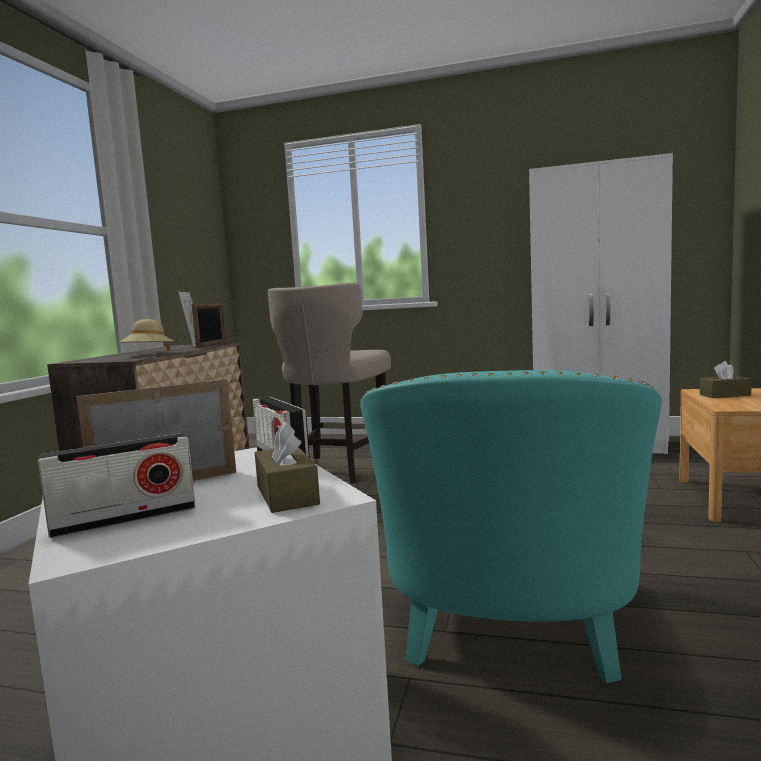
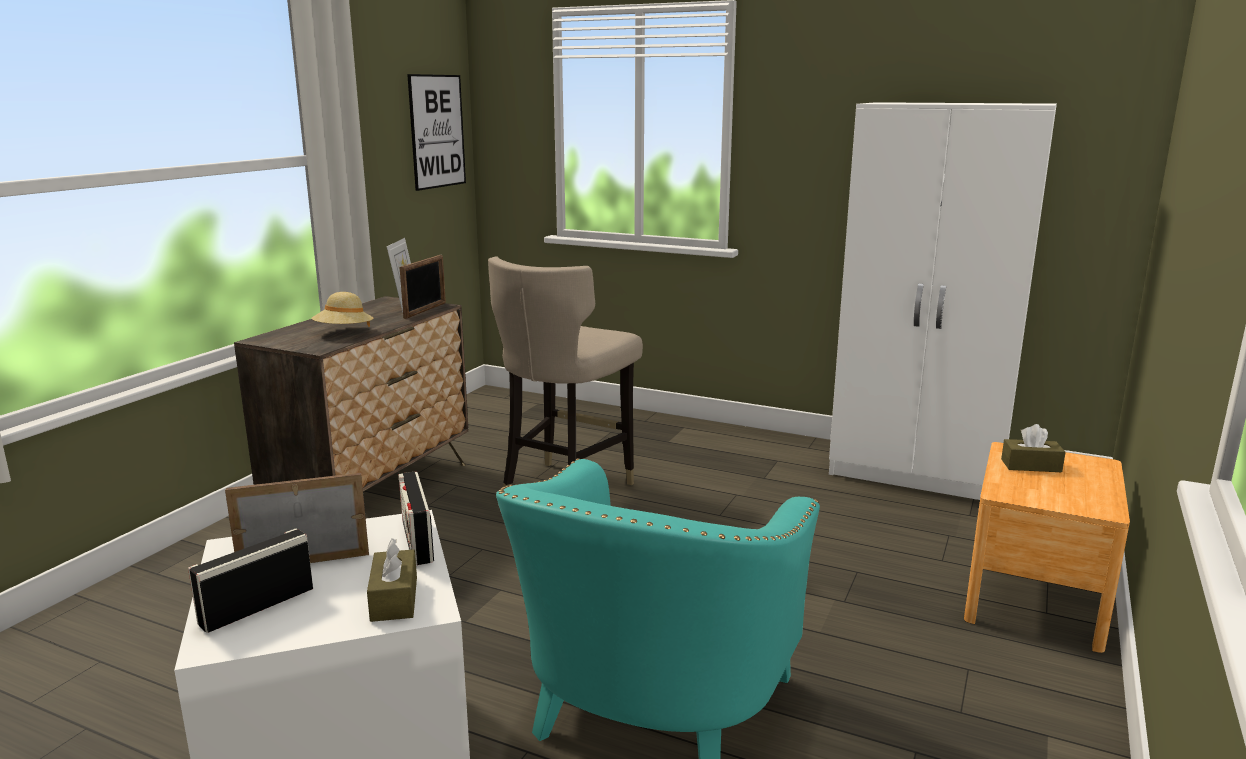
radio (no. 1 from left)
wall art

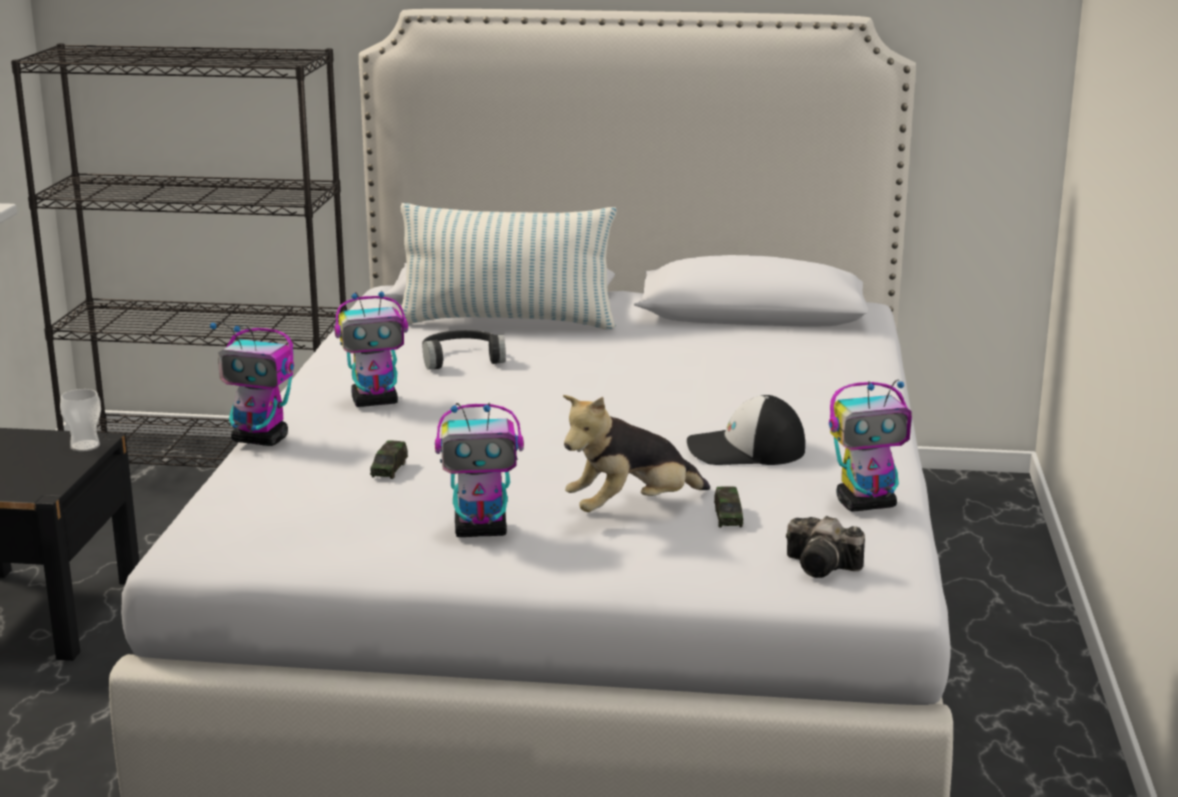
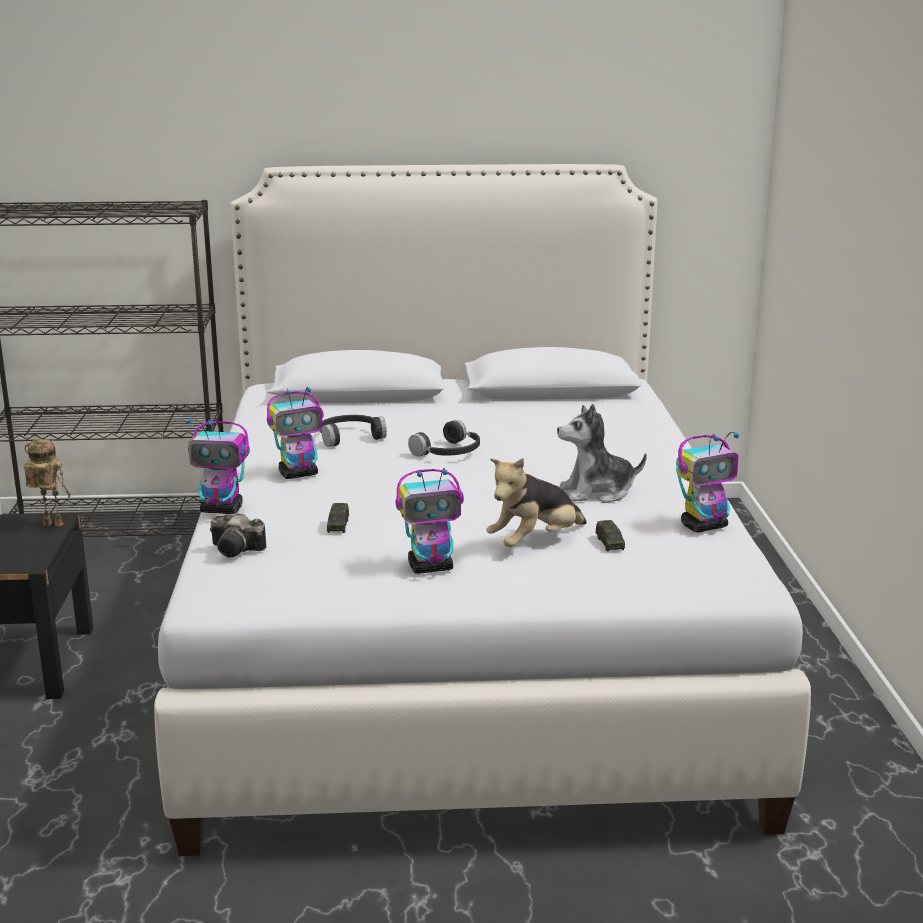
robot figure (no. 1 from left)
cushion
plush toy (no. 2 from left)
still camera
black-coloured headphones (no. 2 from left)

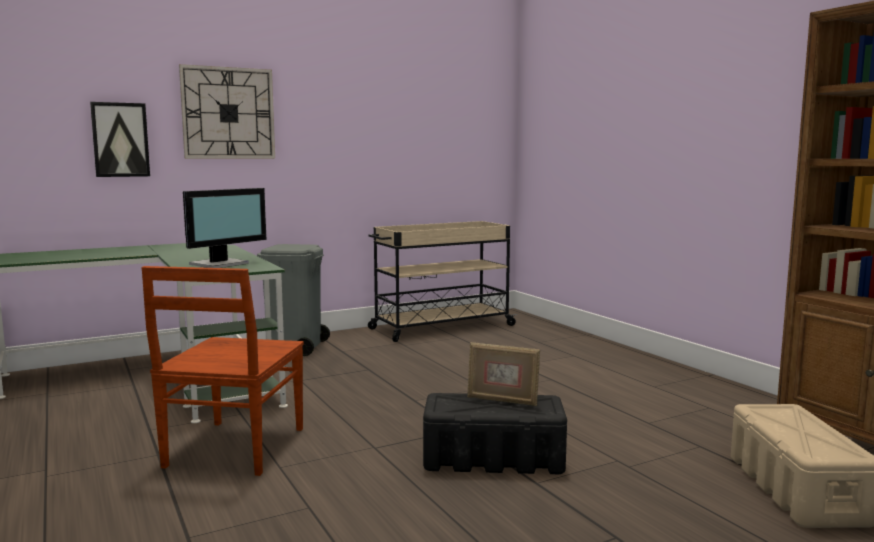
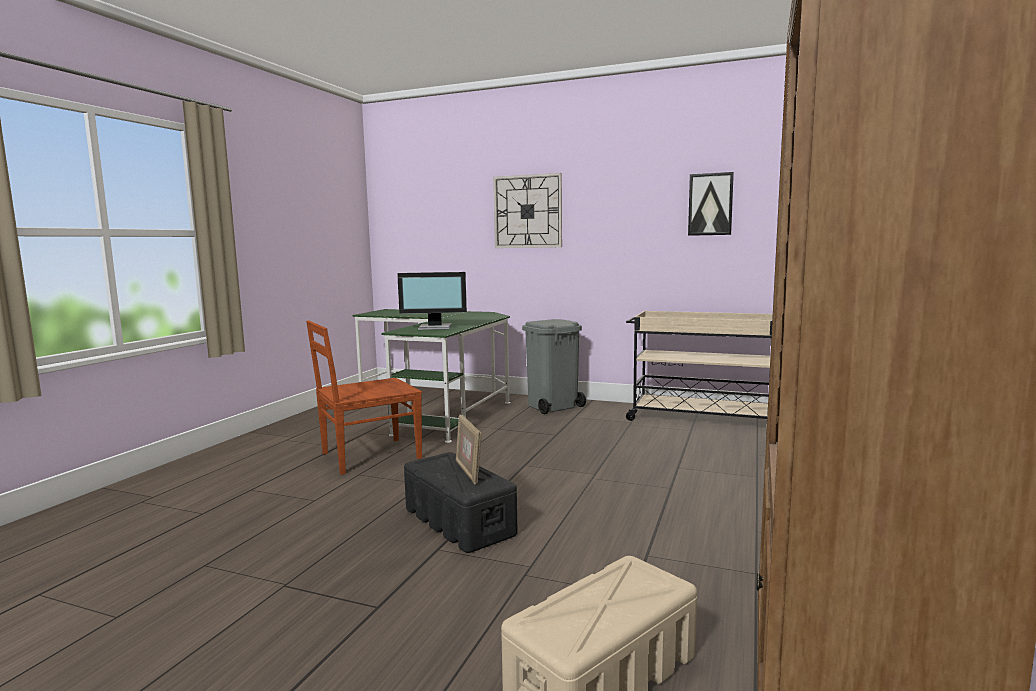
wall art

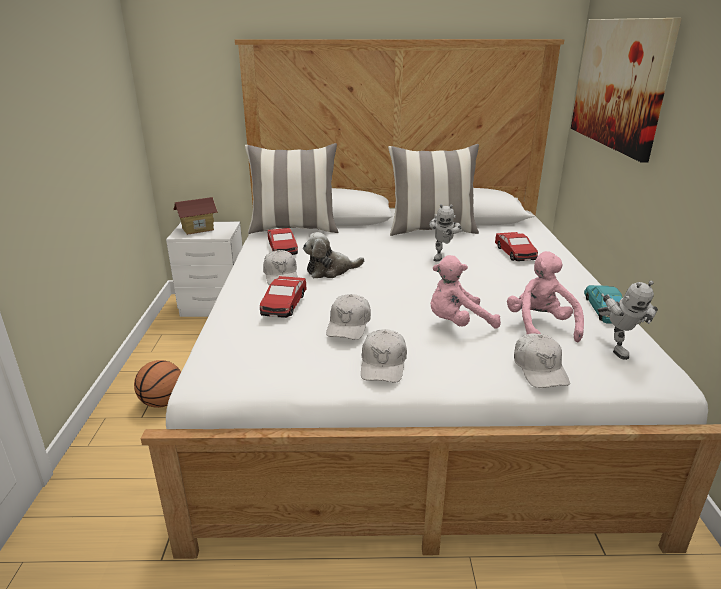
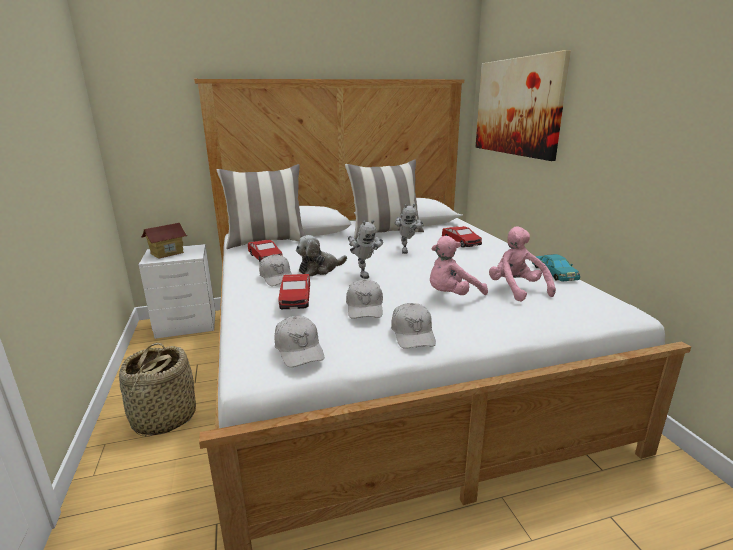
storage basket
whitish cap (no. 2 from left)
robot figure (no. 1 from left)

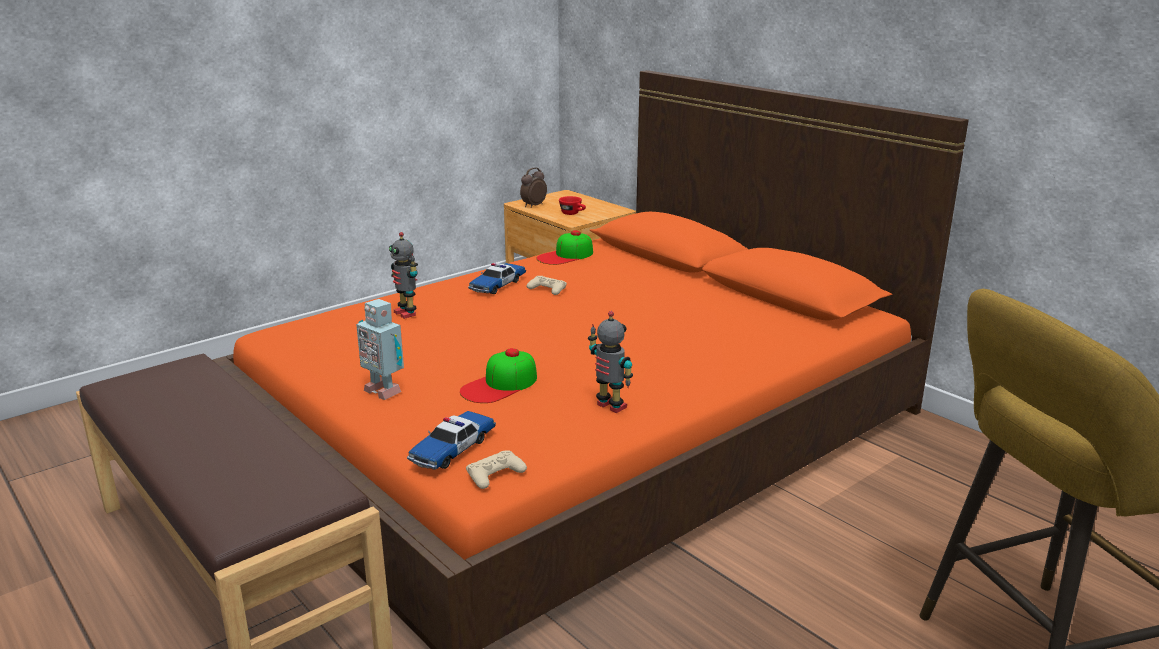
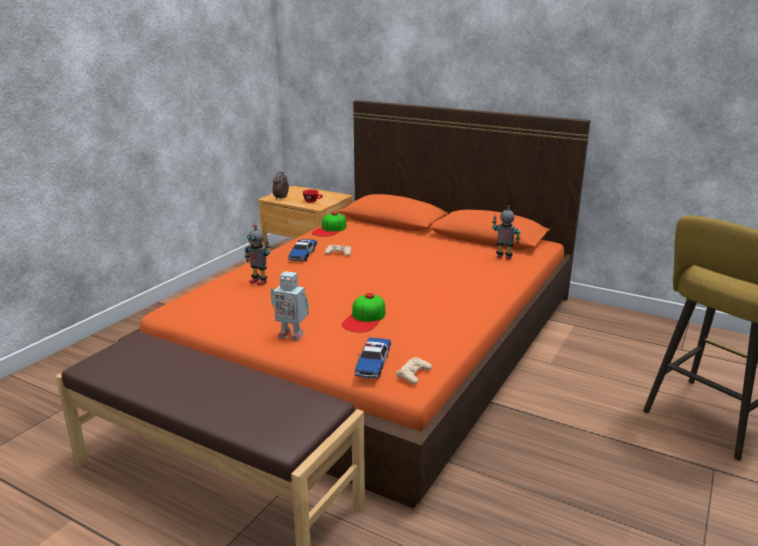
robot figure (no. 3 from left)

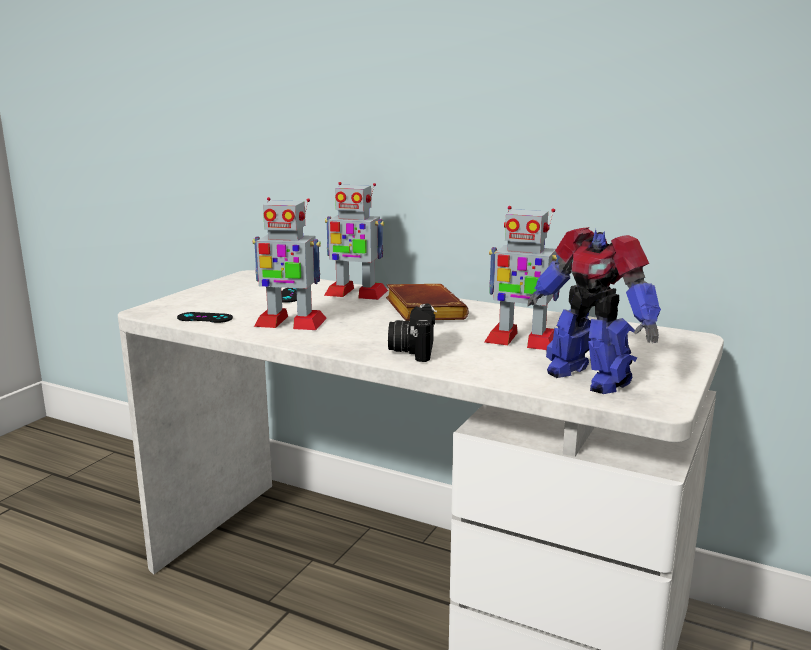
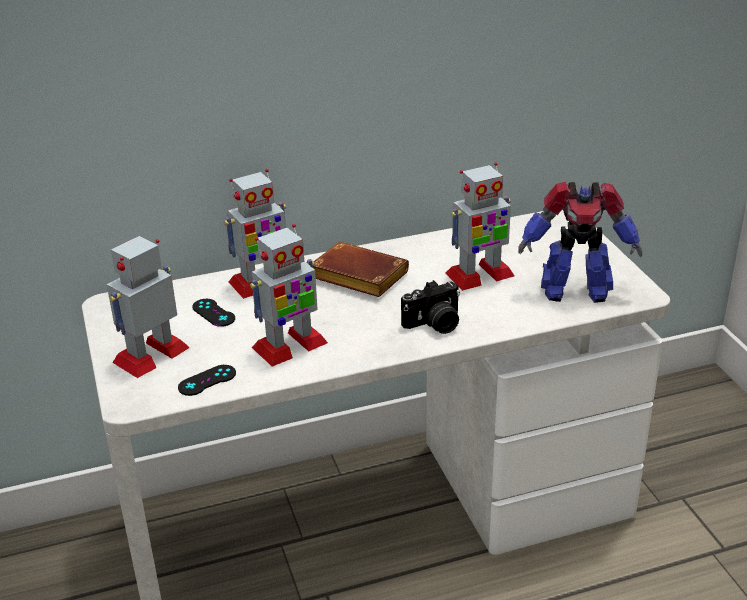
still camera
robot figure (no. 1 from left)

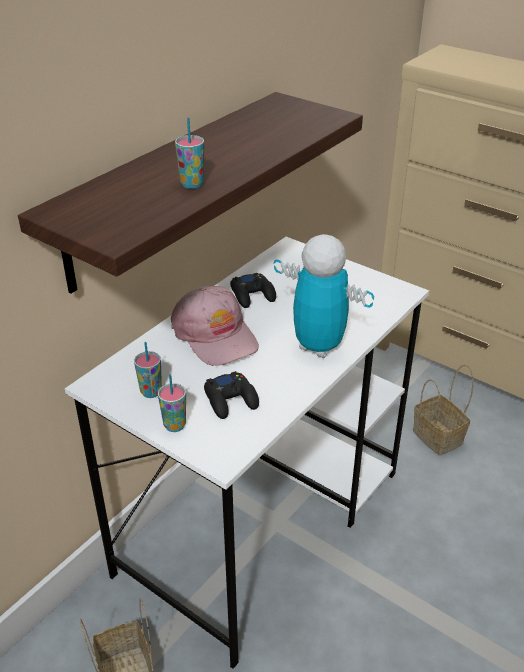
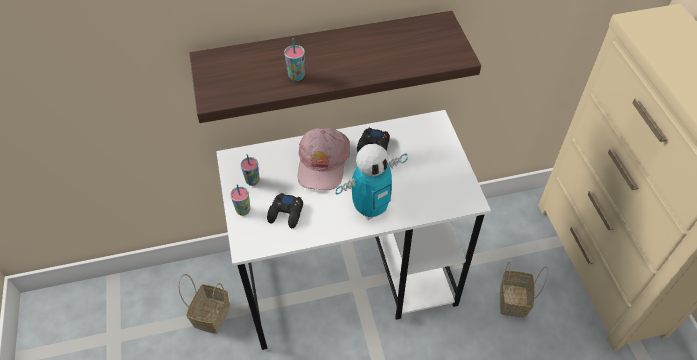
robot figure

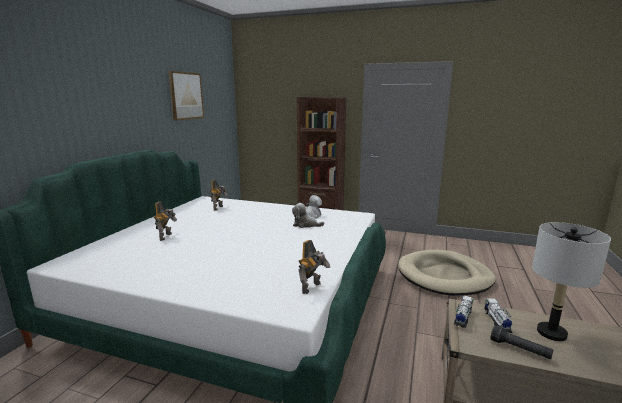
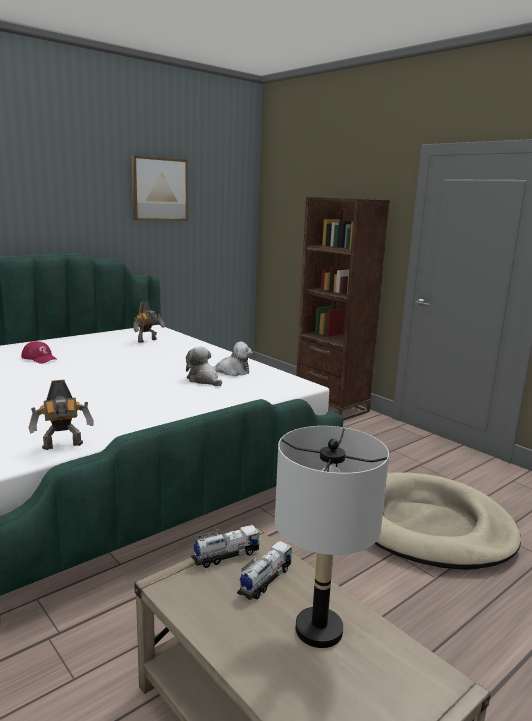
red-coloured cap
black-coloured hand torch

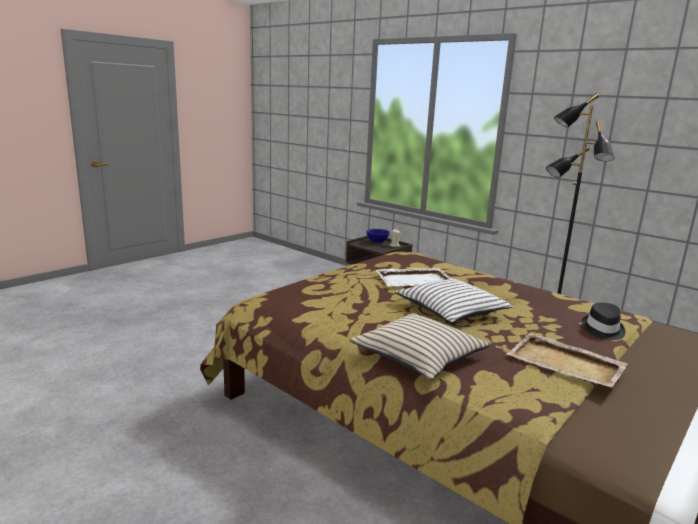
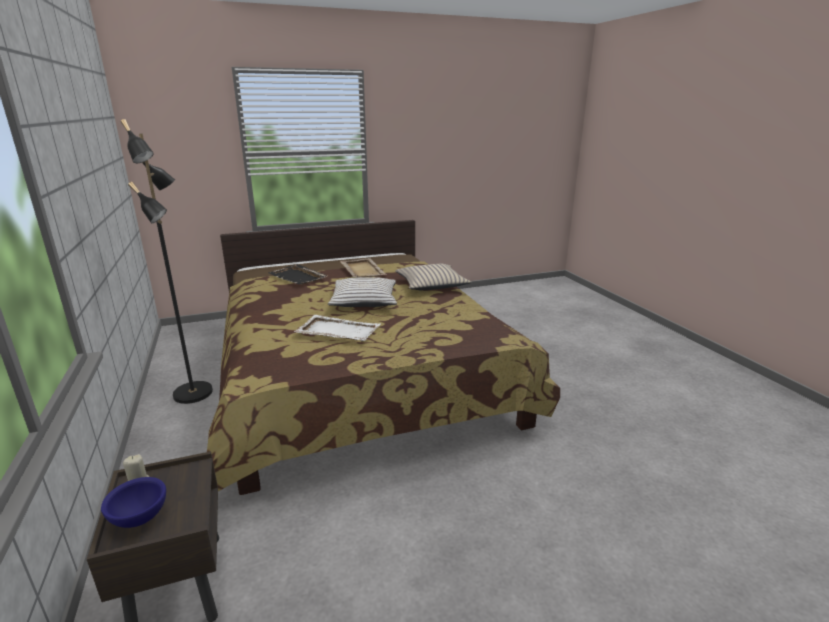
black-coloured carrying tray

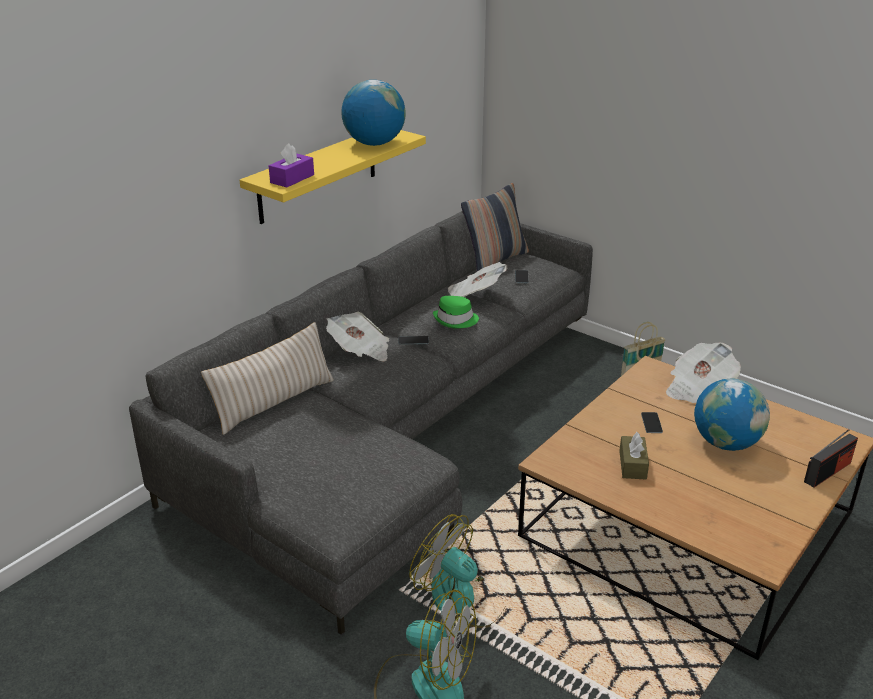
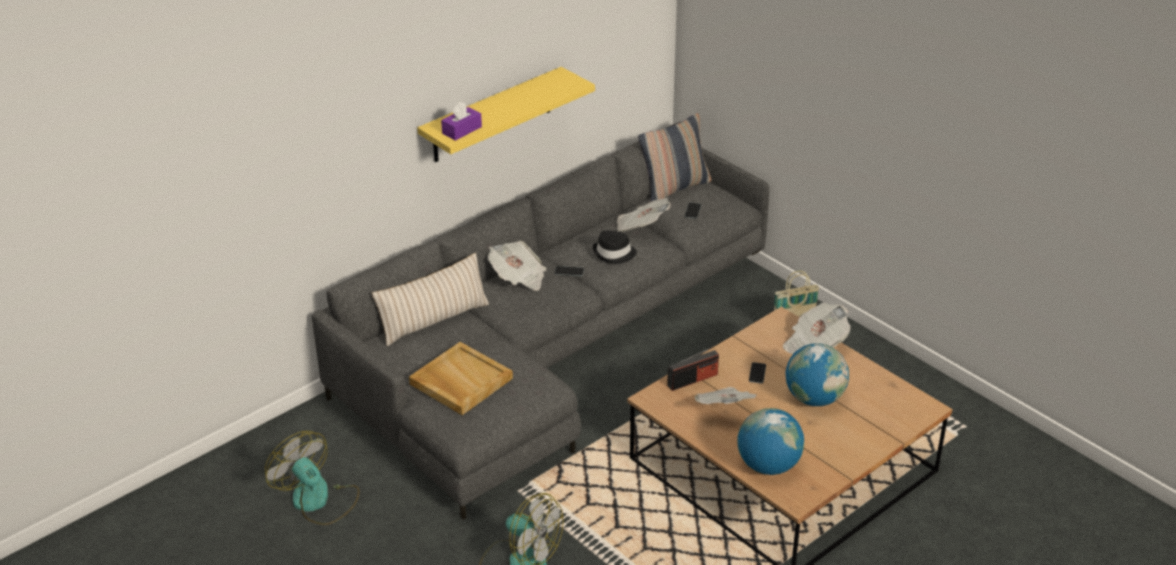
desk globe (no. 1 from left)
fan (no. 1 from left)
black-coloured hat
newspaper (no. 3 from left)
radio
sand-coloured carrying tray

